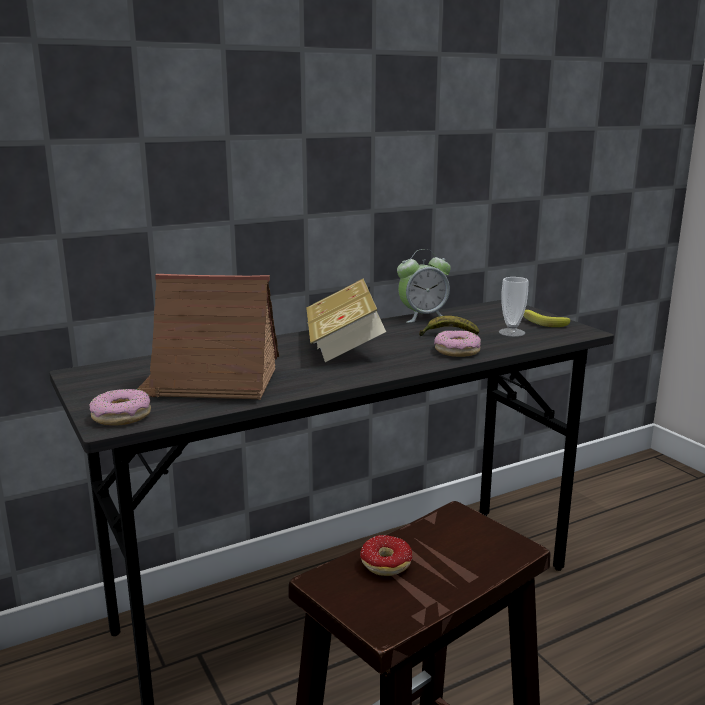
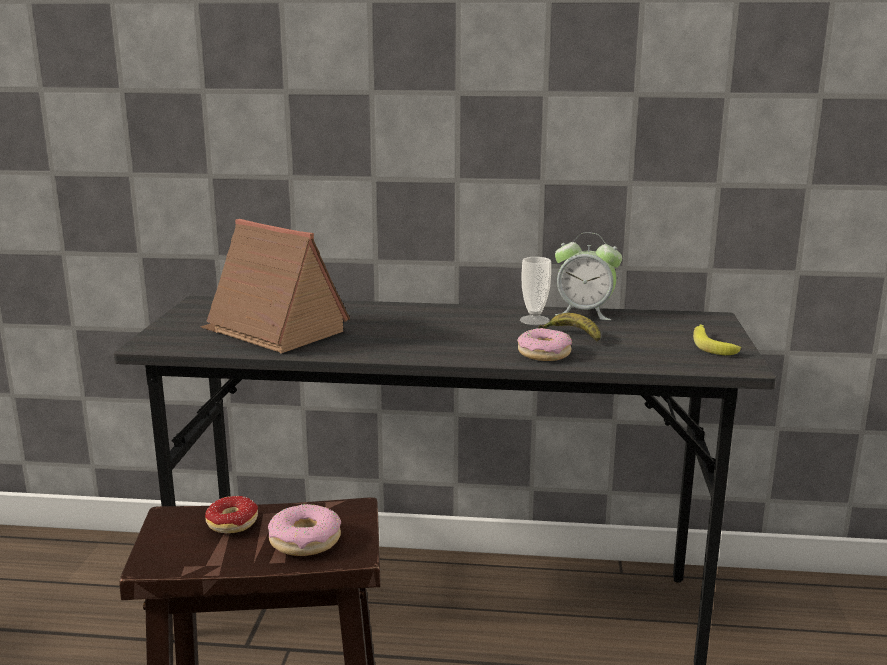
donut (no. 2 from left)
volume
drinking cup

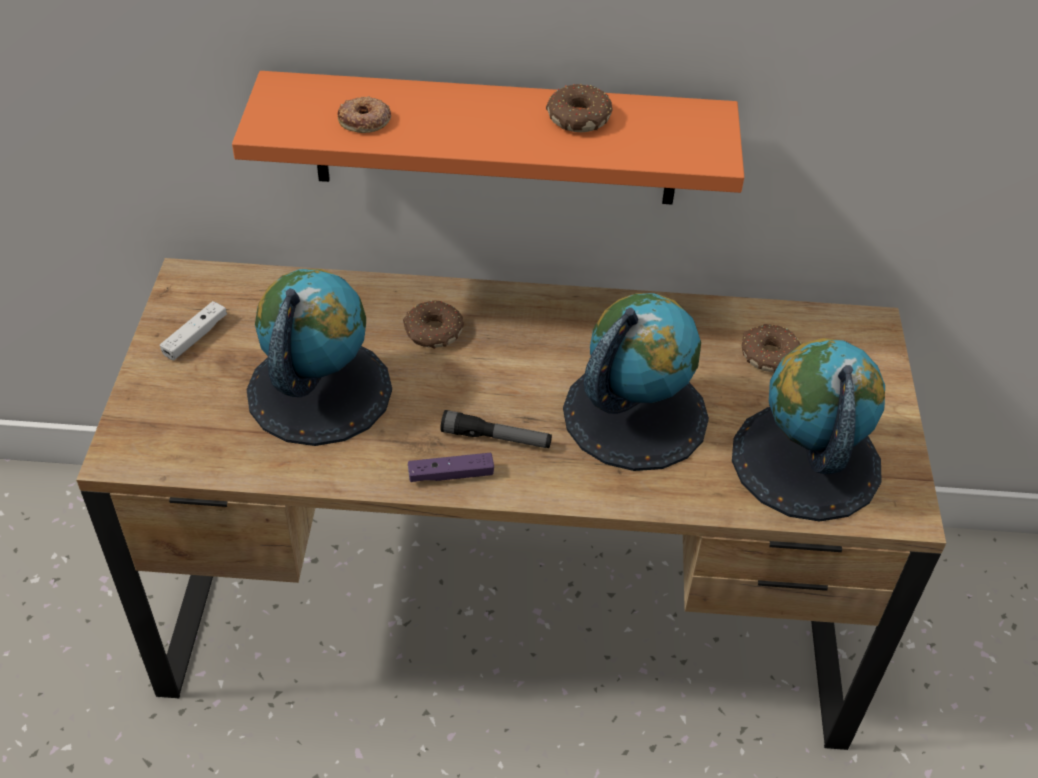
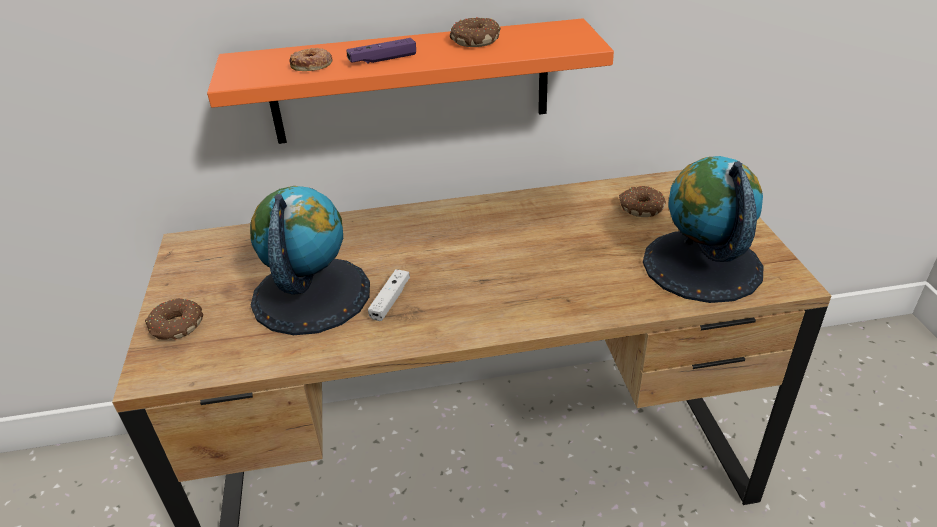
whitish gamepad
donut (no. 1 from left)
purple gamepad
hand torch
desk globe (no. 2 from left in the first image)

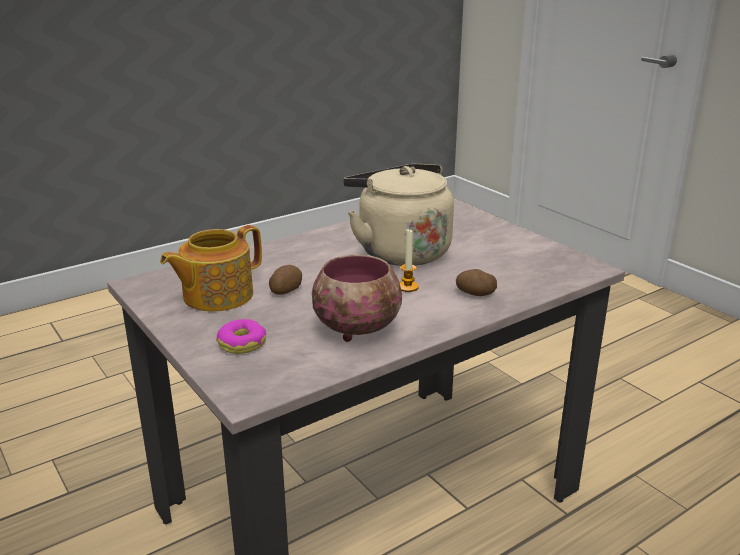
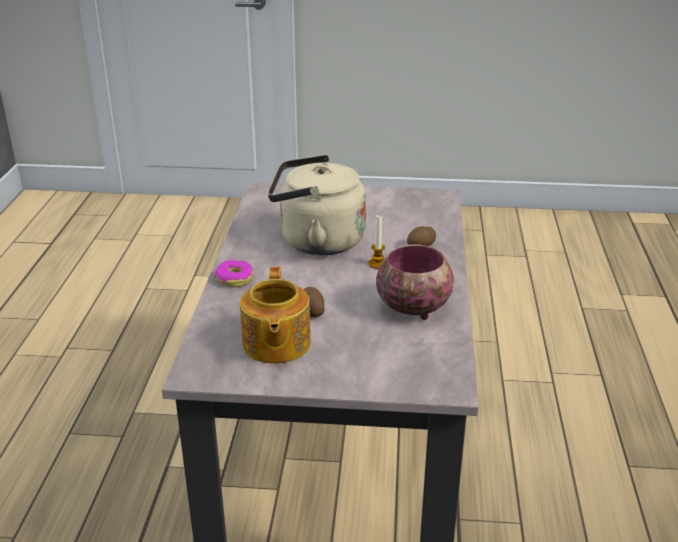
donut

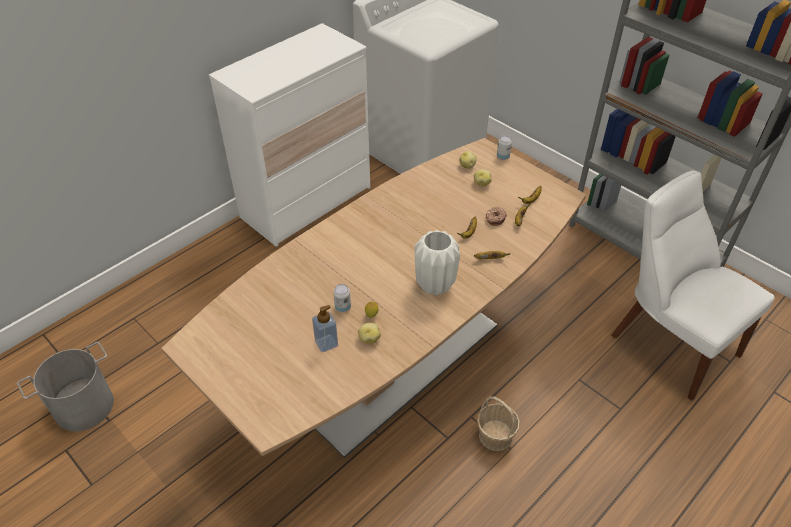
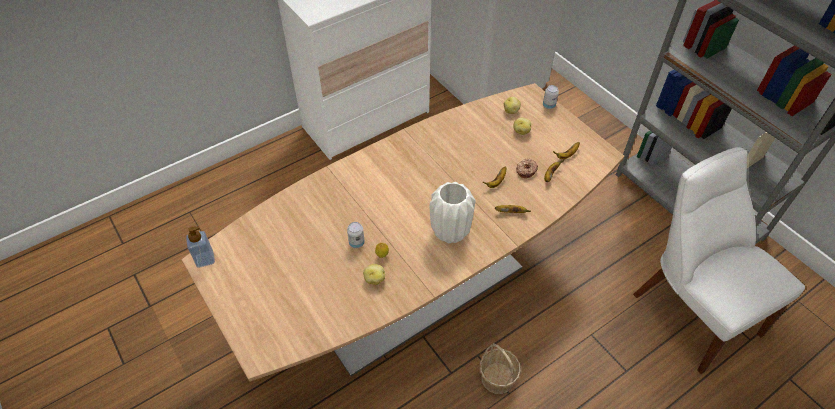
grey water bucket
liquid soap bottle

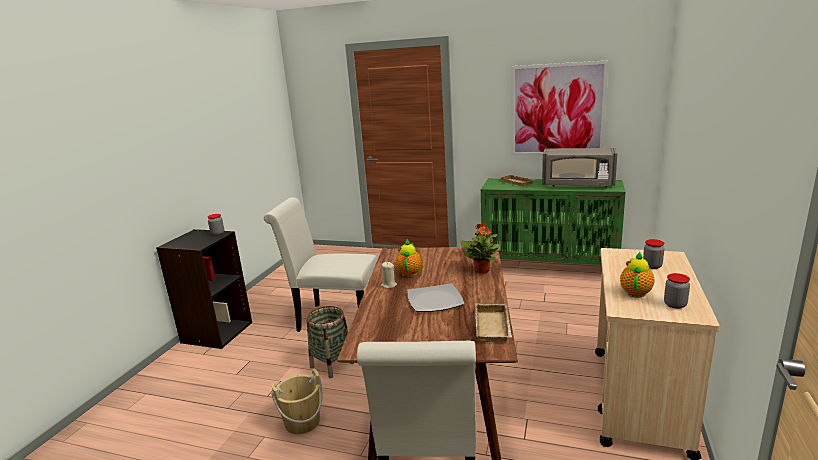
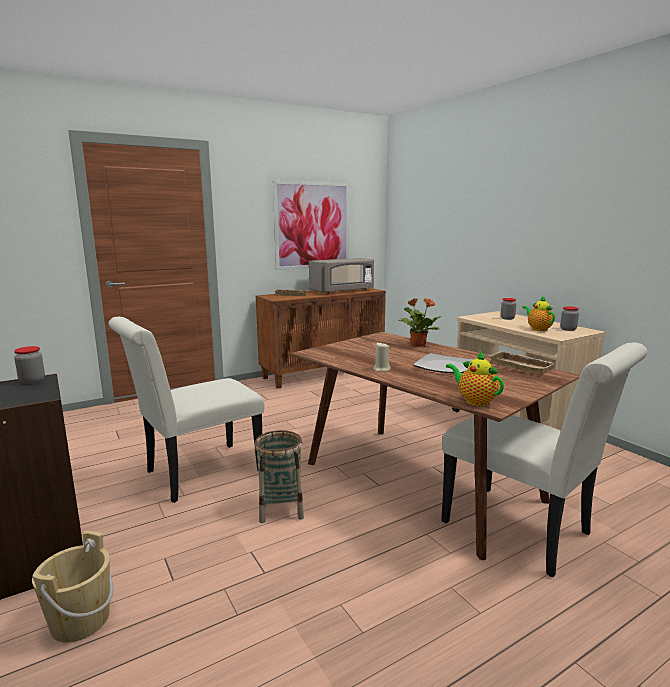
sand-coloured water bucket
teapot (no. 1 from left)
brown-coloured storage cabinet

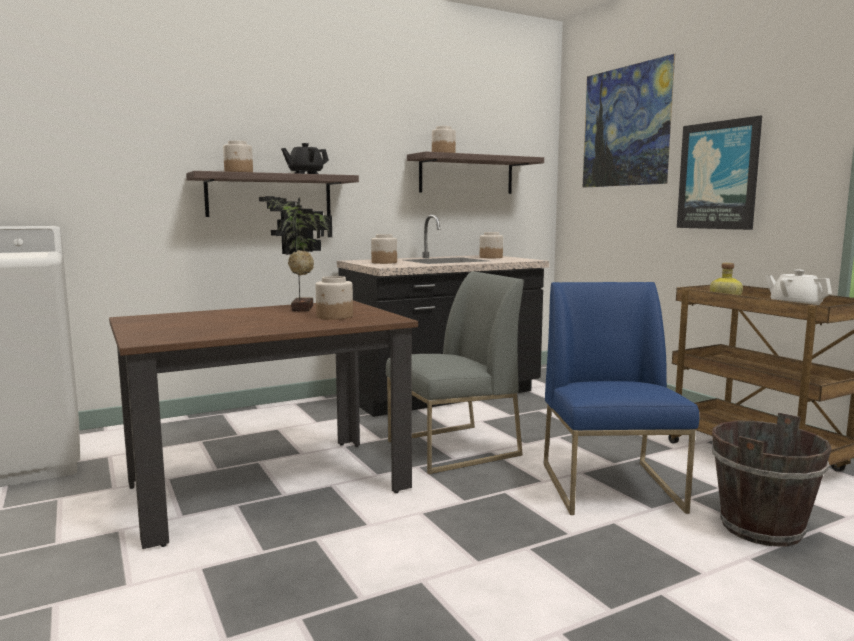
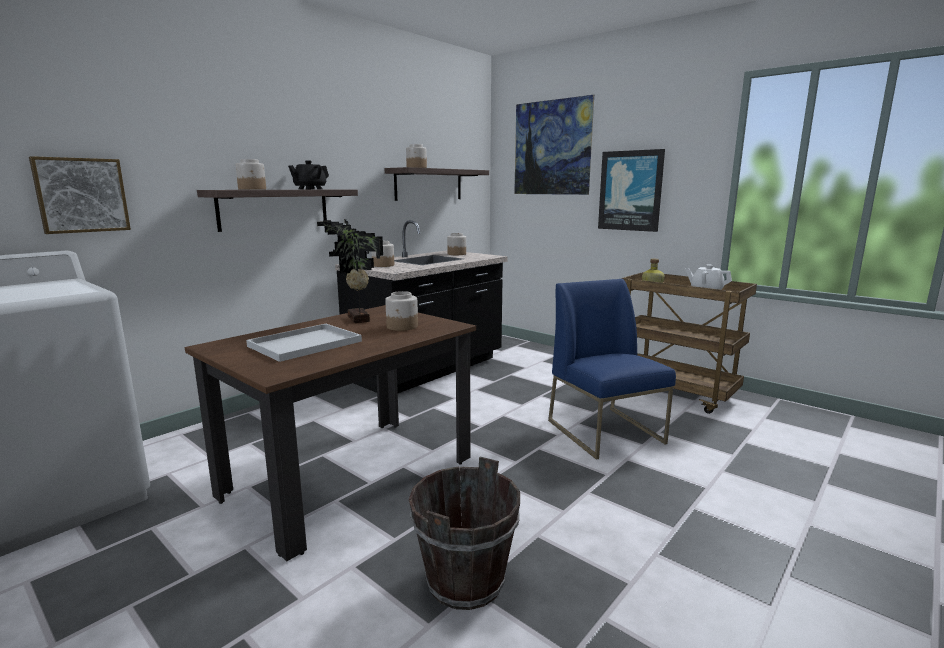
grey plain chair
brown-coloured water bucket
wall art (no. 1 from left)
whitish carrying tray

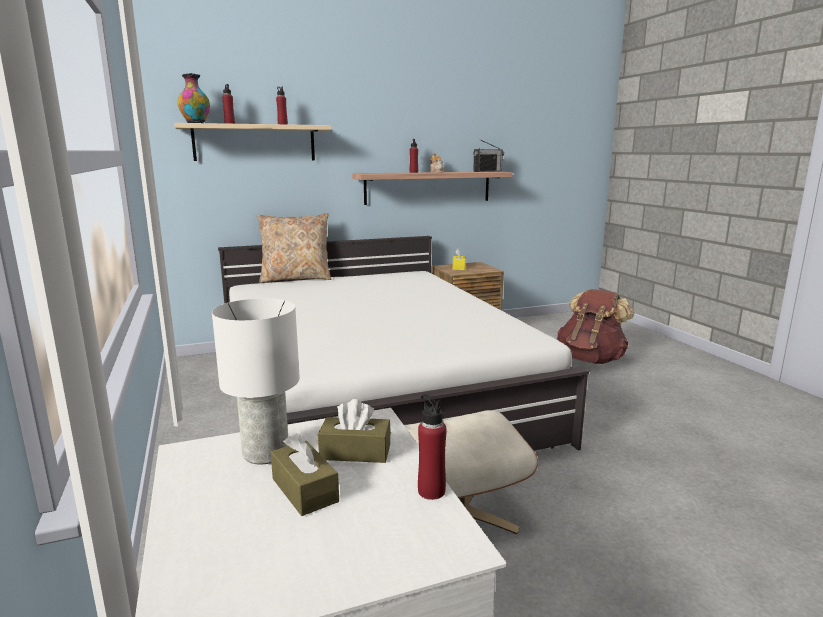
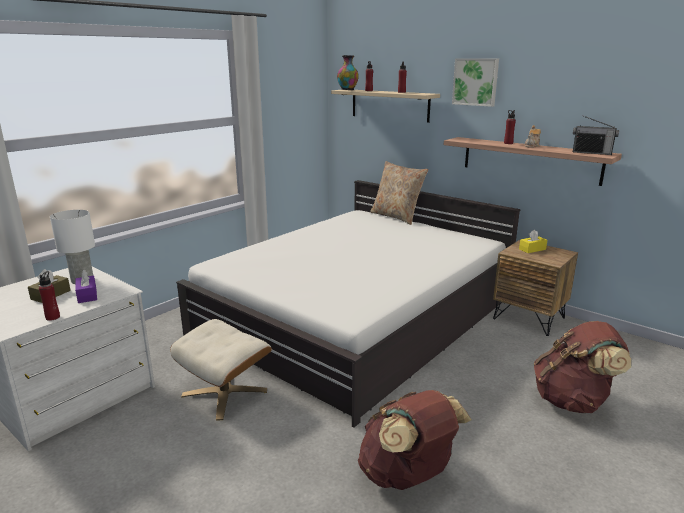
purple tissue box
brown-coloured knapsack (no. 1 from left)
wall art

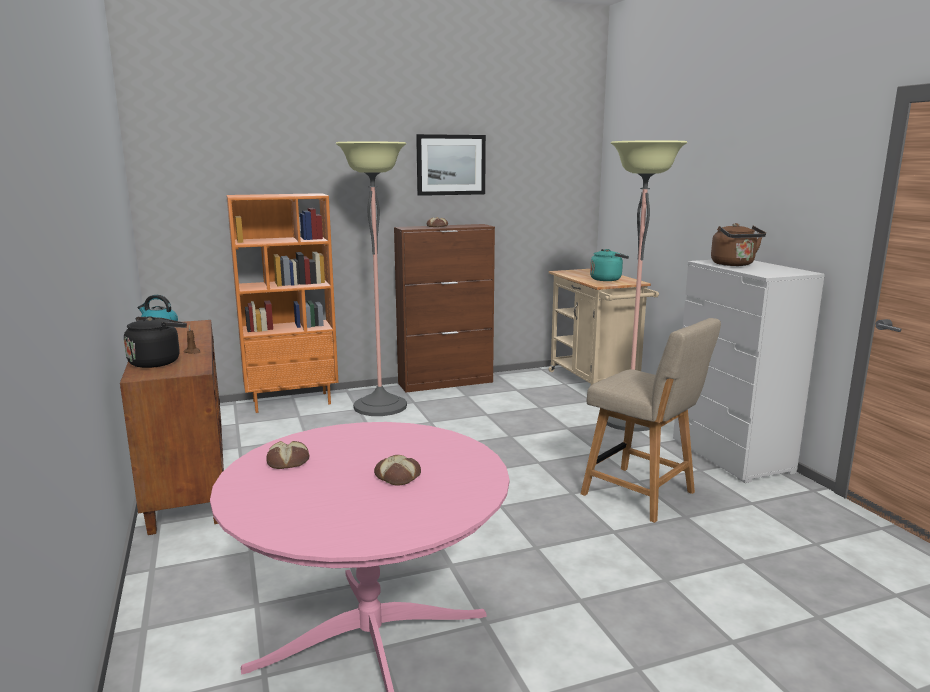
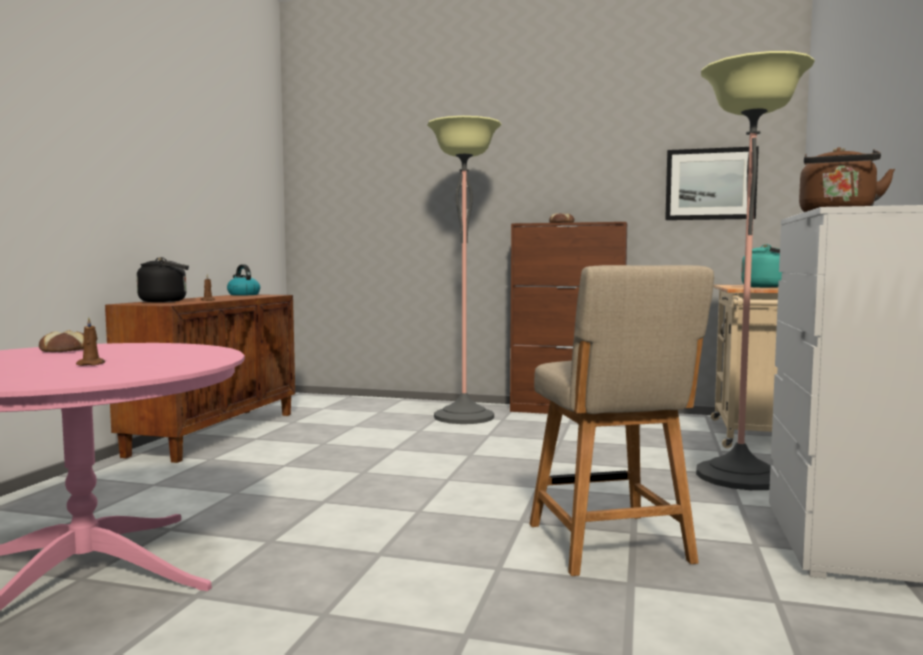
orange-coloured shelving unit
brown-coloured wax candle (no. 1 from left)
wall art

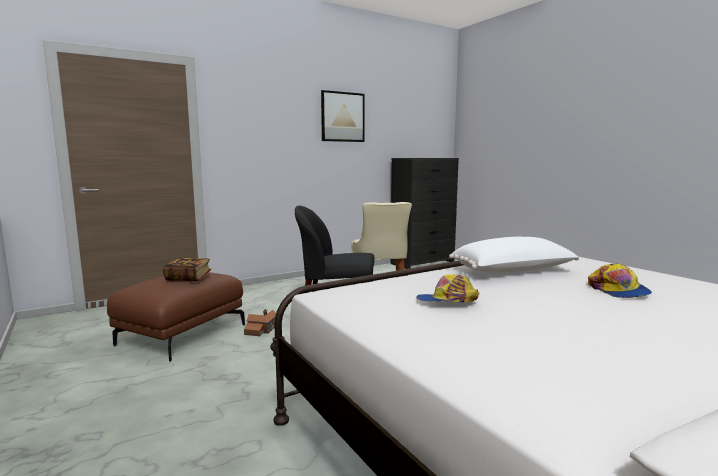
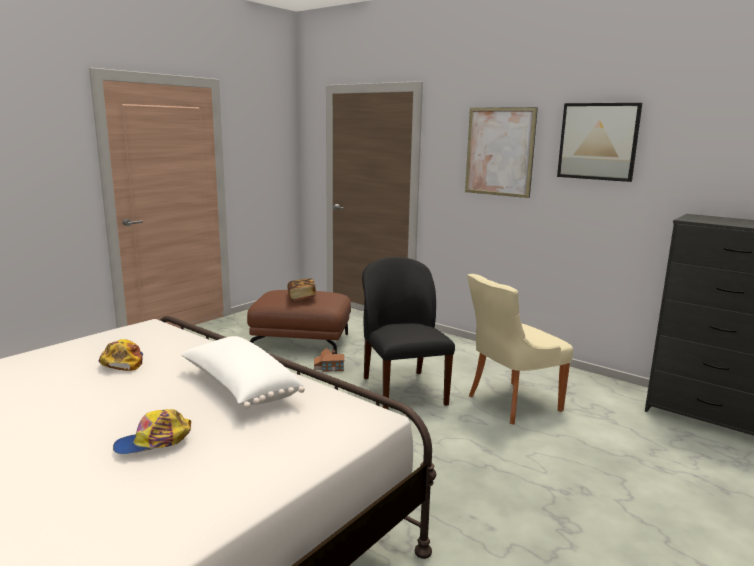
wall art (no. 1 from left)

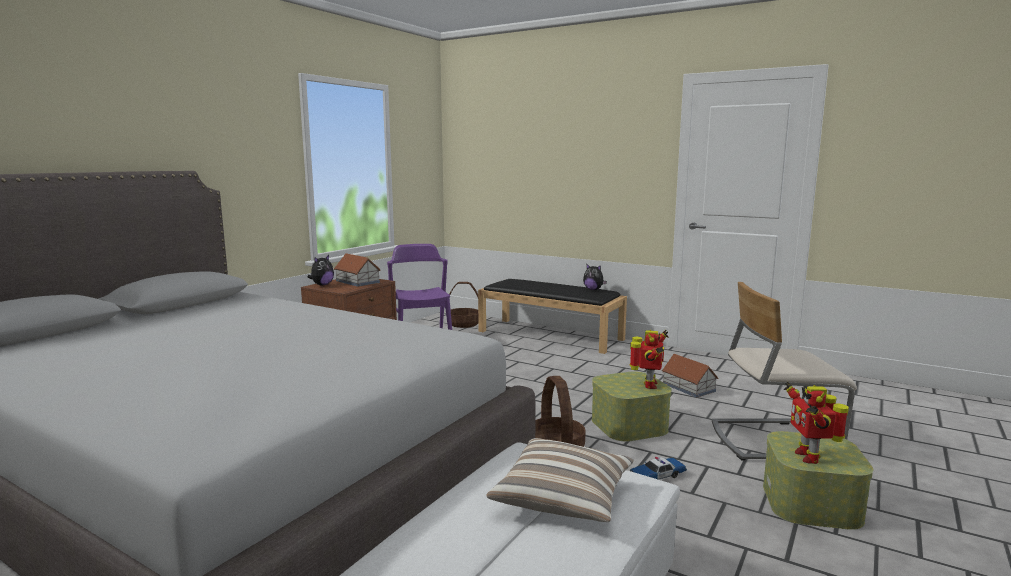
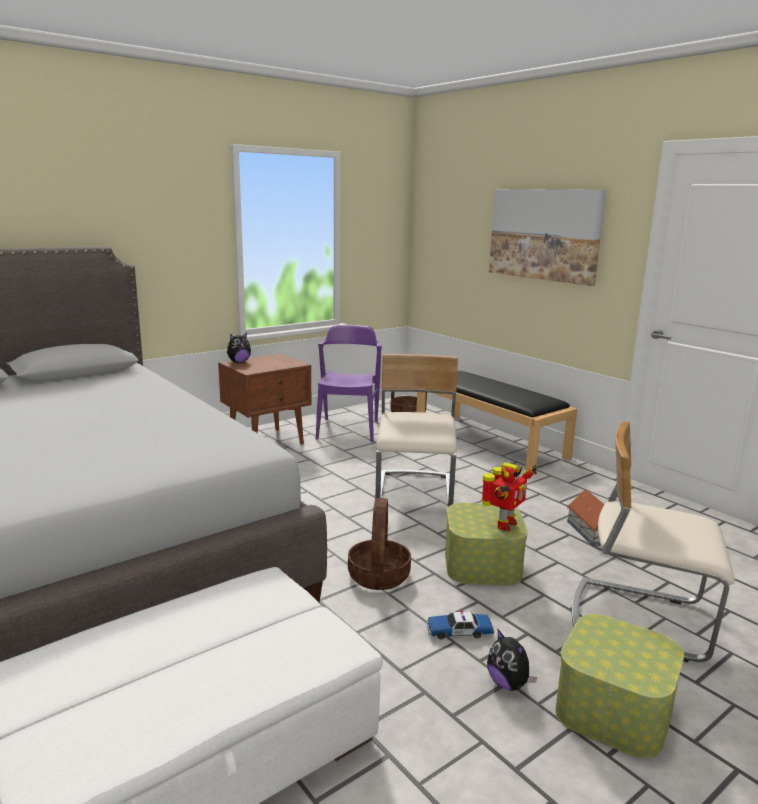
toy house (no. 1 from left in the first image)
cushion
plush toy (no. 2 from left)
robot figure (no. 2 from left in the first image)
sand-coloured plain chair (no. 1 from left)
wall art

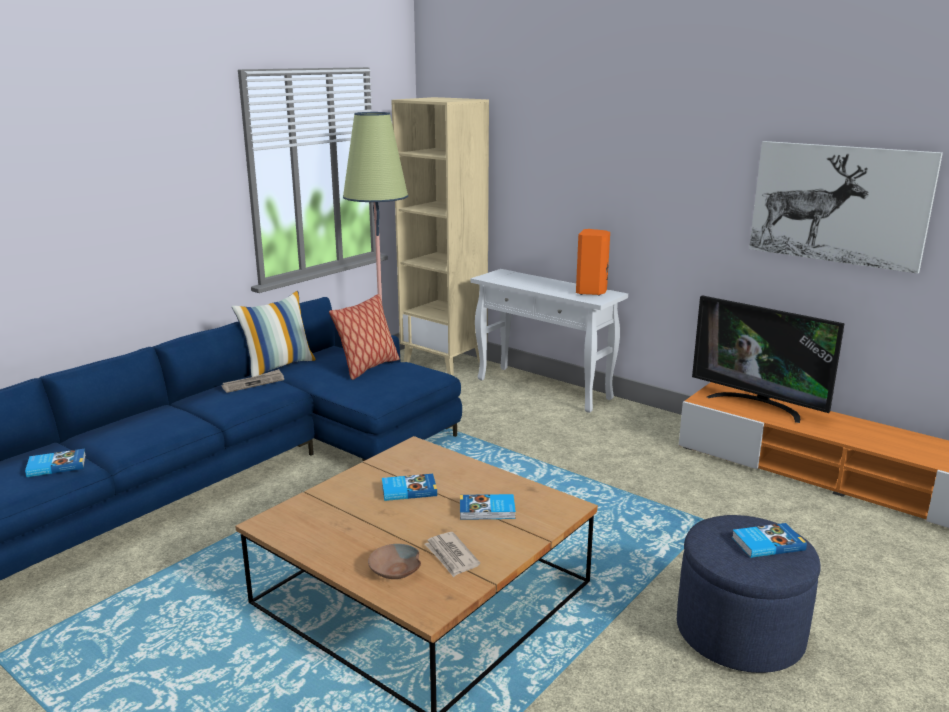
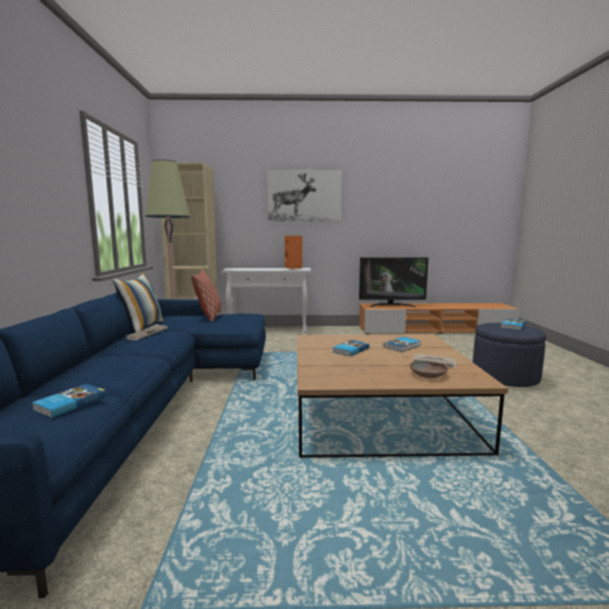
wall art

